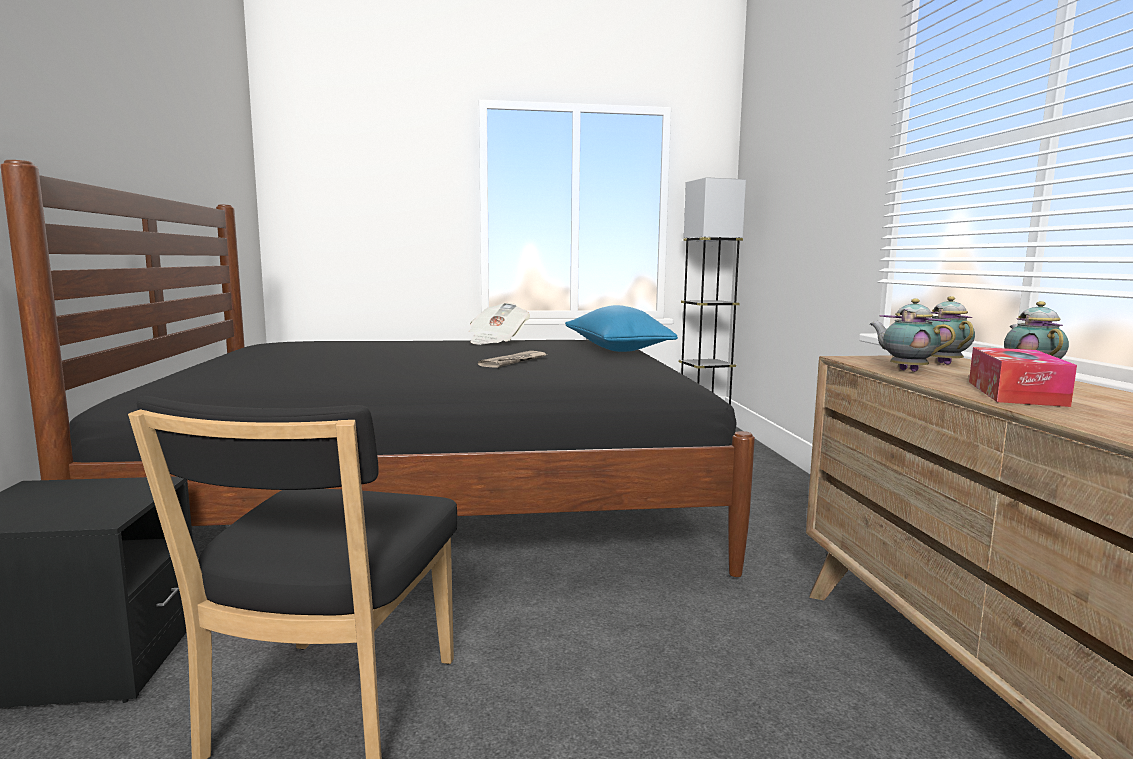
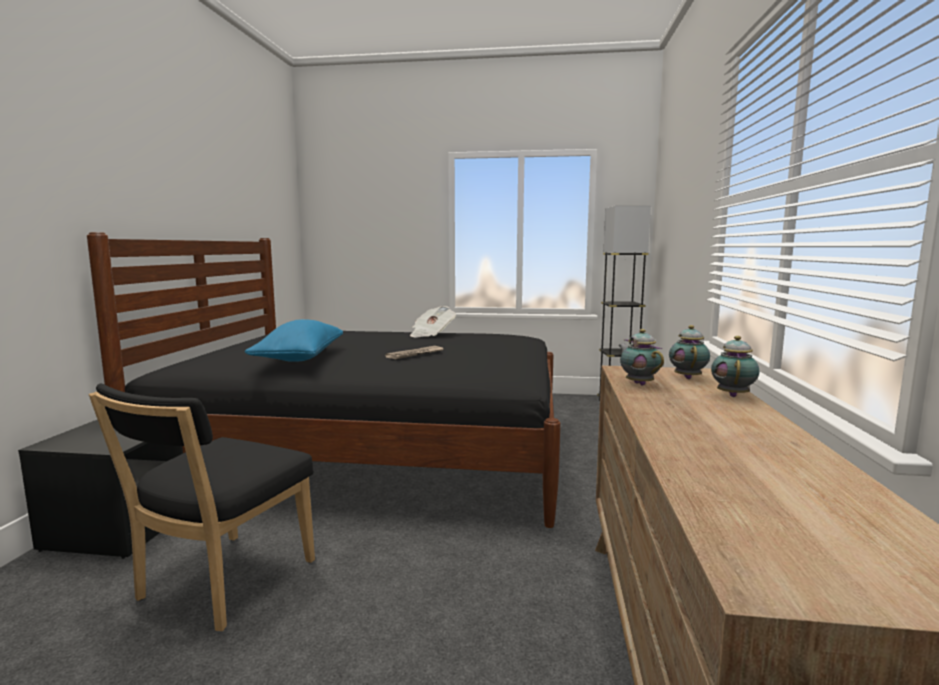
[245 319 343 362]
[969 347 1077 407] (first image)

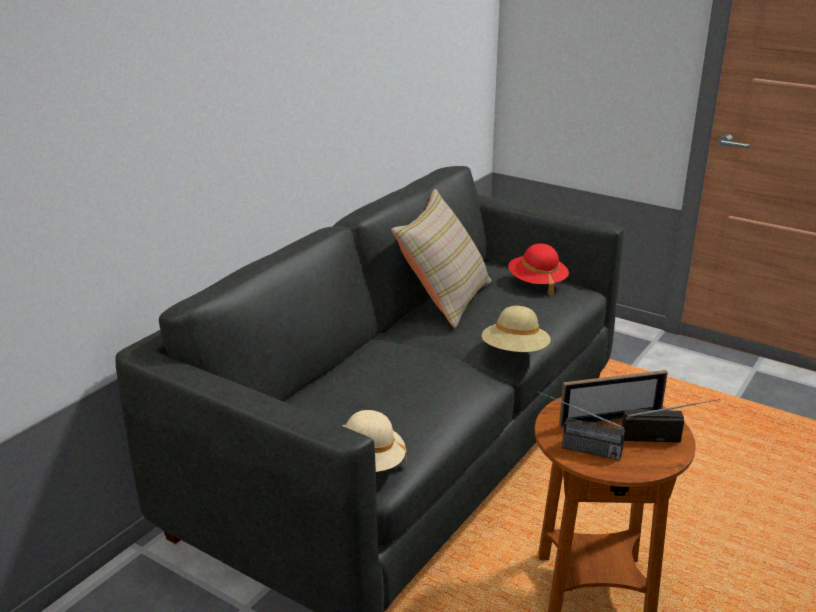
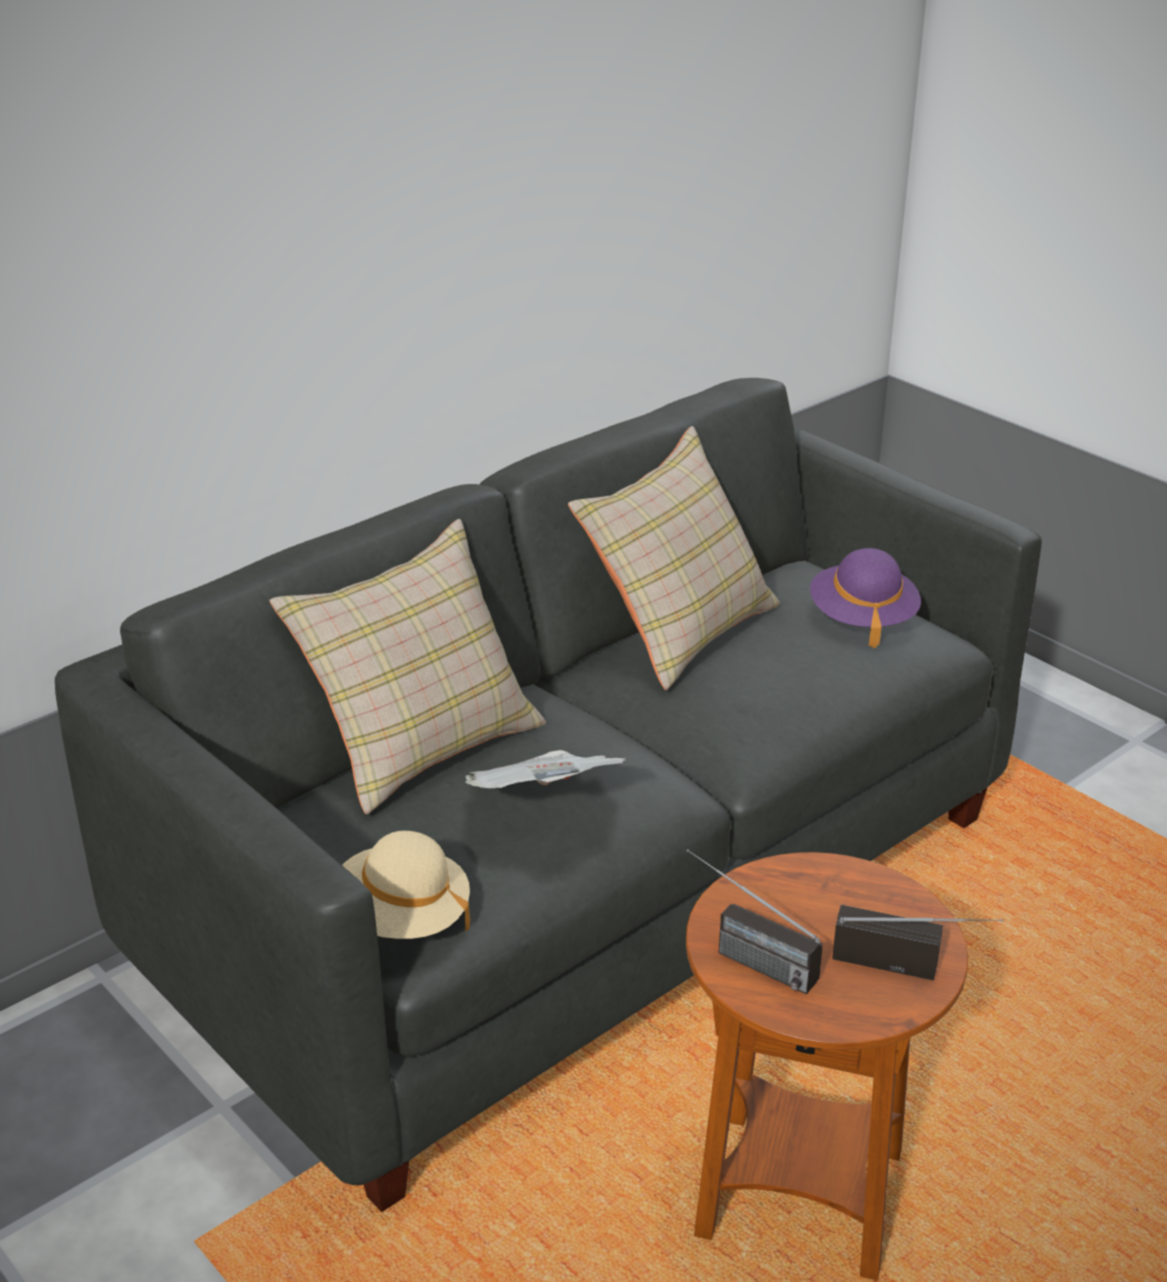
[810 548 921 648]
[482 306 551 352] (first image)
[559 370 668 428] (first image)
[270 519 546 815]
[465 750 626 788]

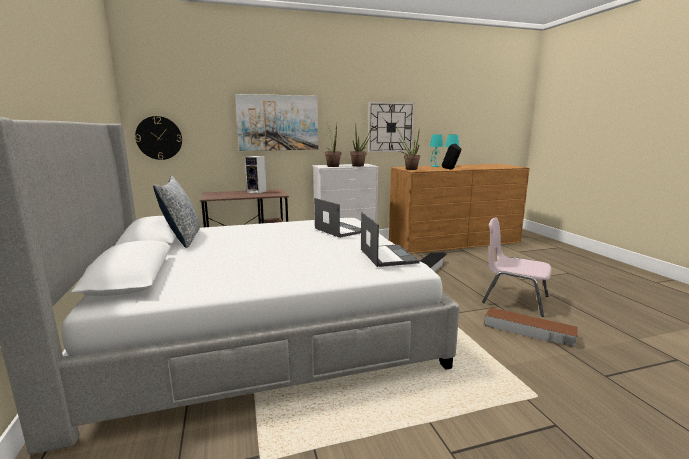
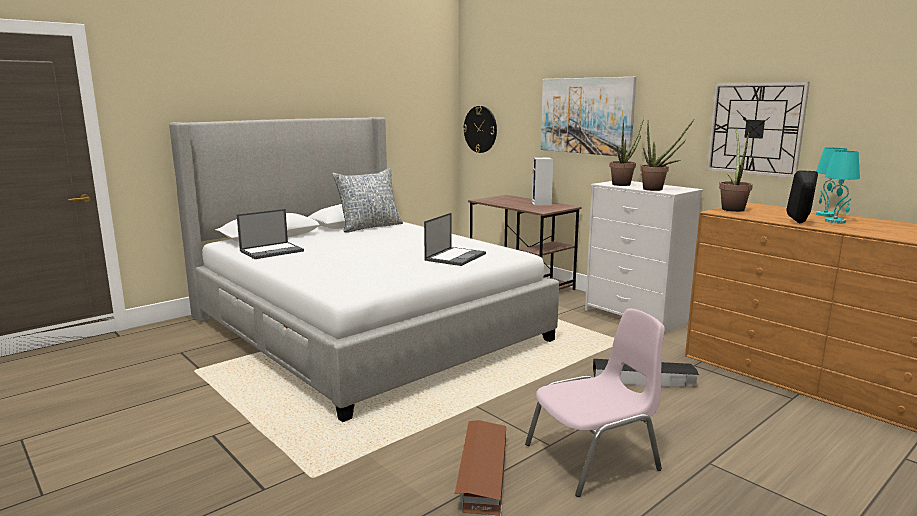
[236 209 304 259]
[525 309 665 497]

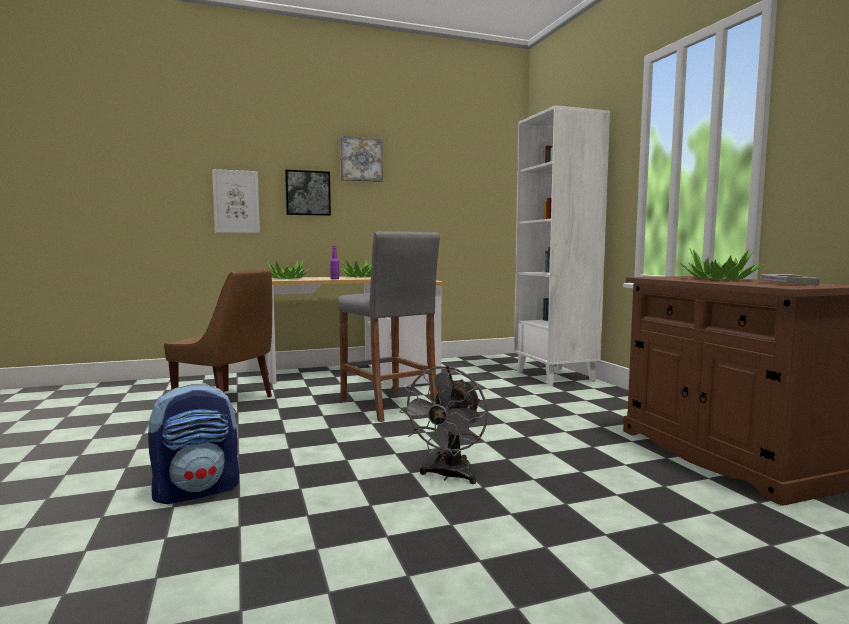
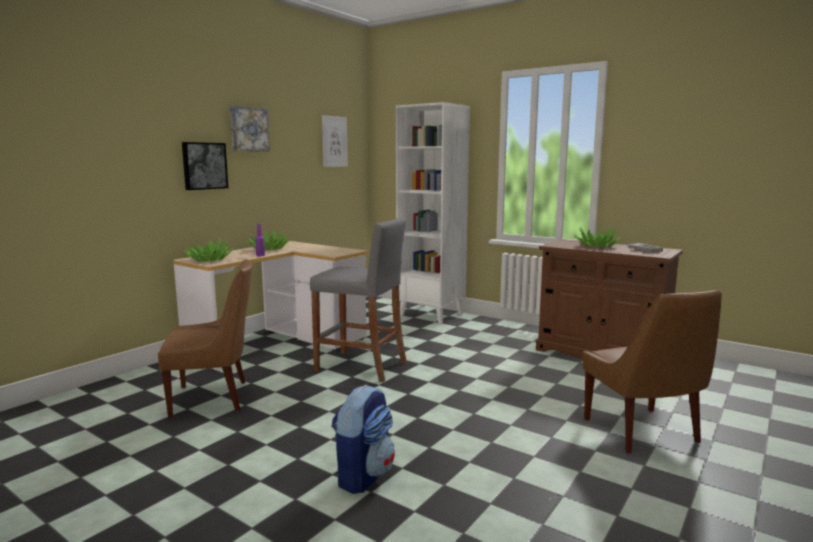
[322 115 348 167]
[399 366 488 484] (first image)
[583 290 722 454]

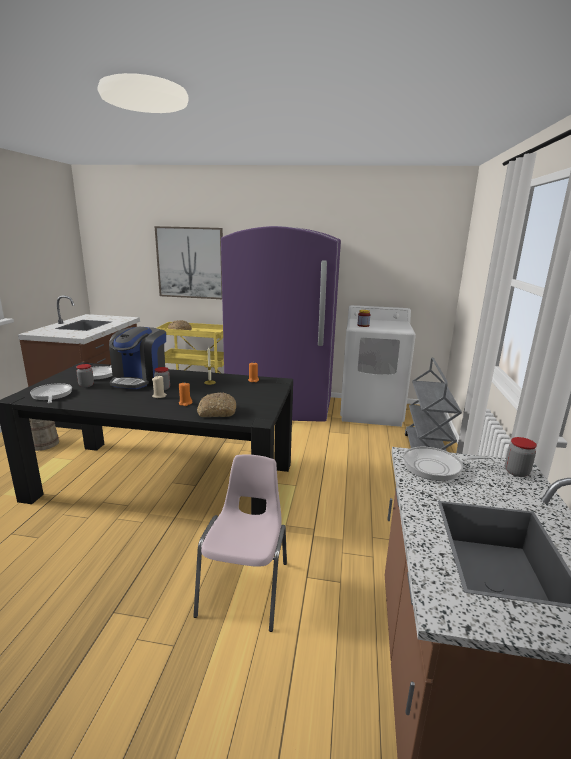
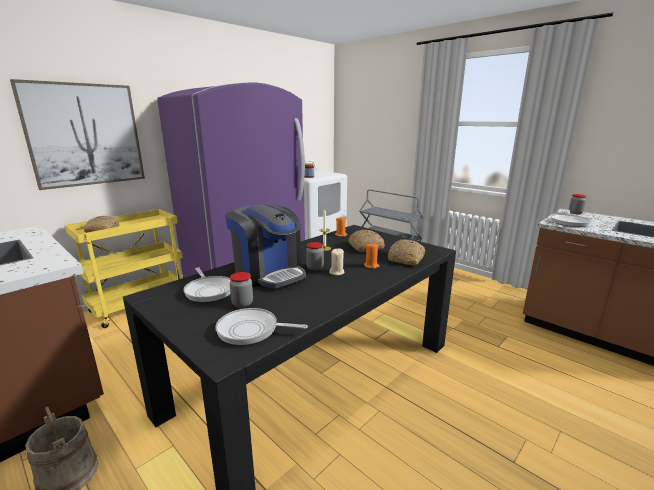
[193 454 287 632] (first image)
[348 229 385 252]

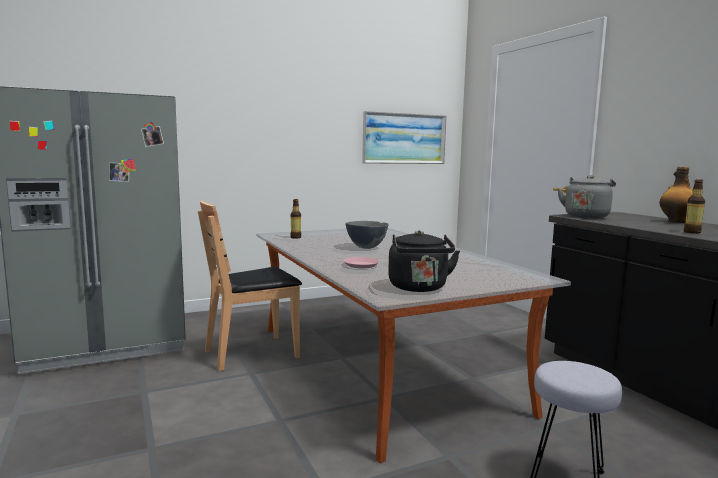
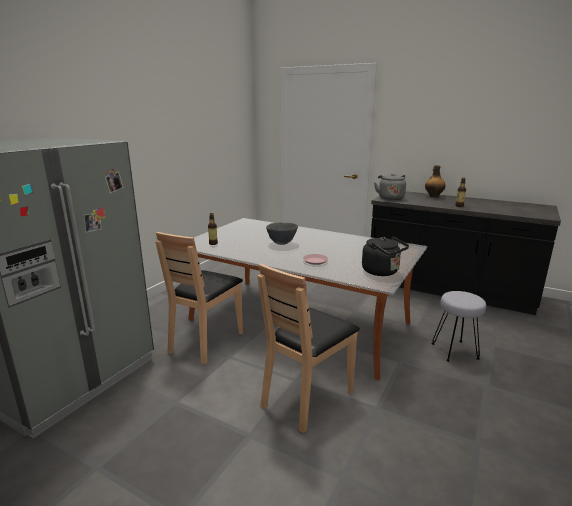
[362 111 446 164] (first image)
[257 264 360 433]

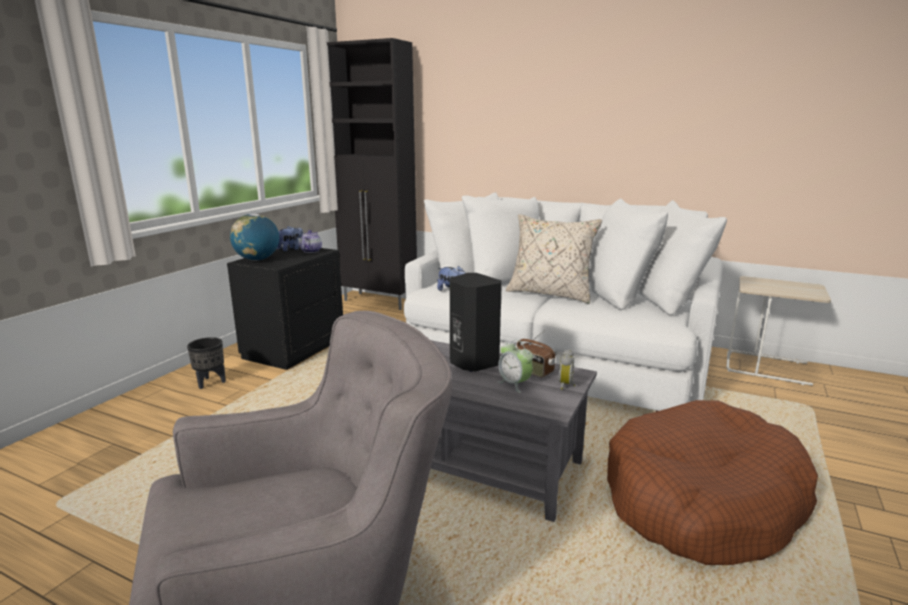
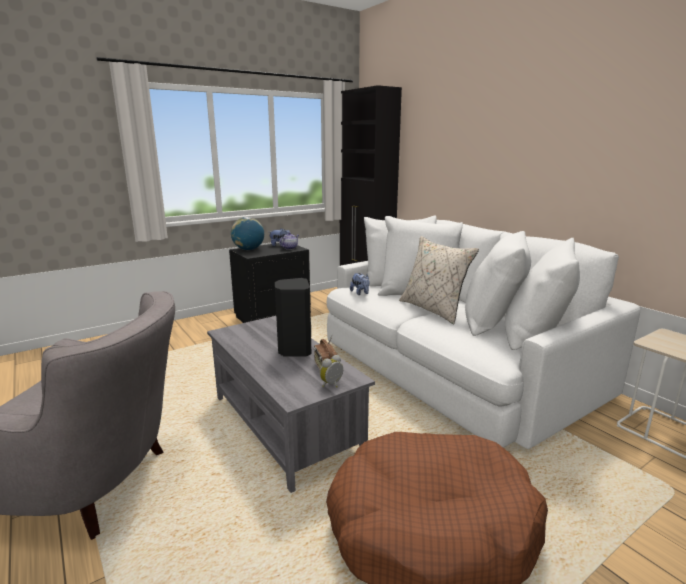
[187 337 226 389] (first image)
[497 340 533 393] (first image)

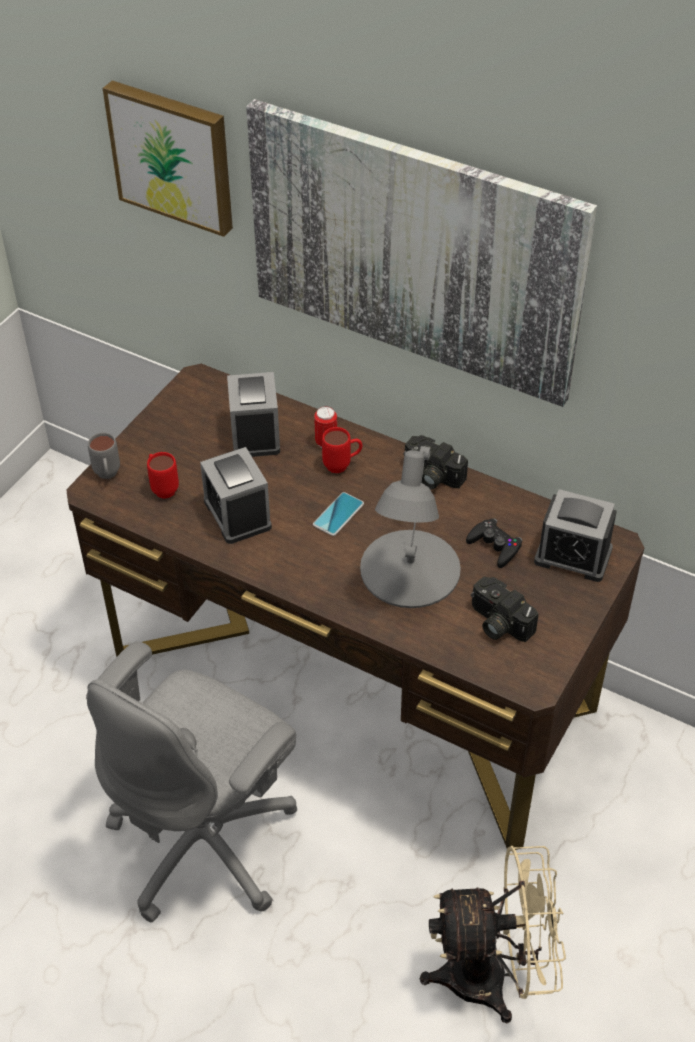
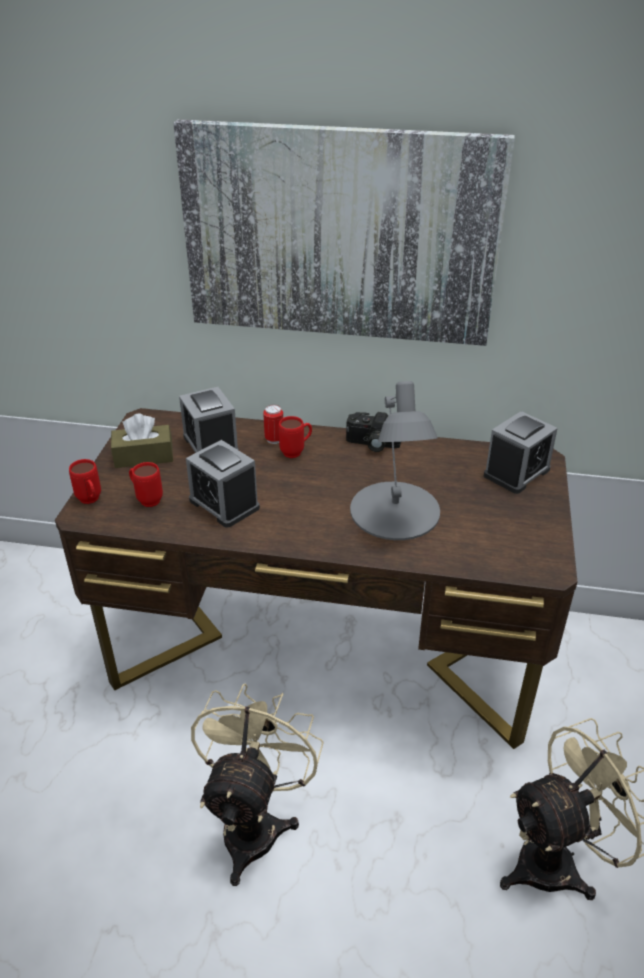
[103 80 233 237] (first image)
[69 459 101 504]
[484 411 558 494]
[313 492 364 536] (first image)
[466 518 522 568] (first image)
[471 576 538 642] (first image)
[191 684 324 886]
[111 413 173 468]

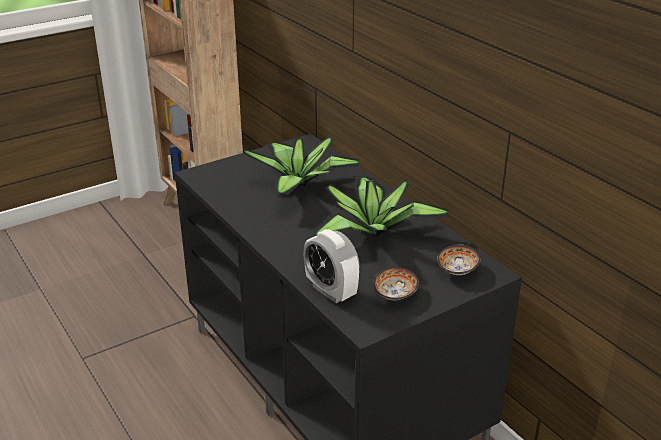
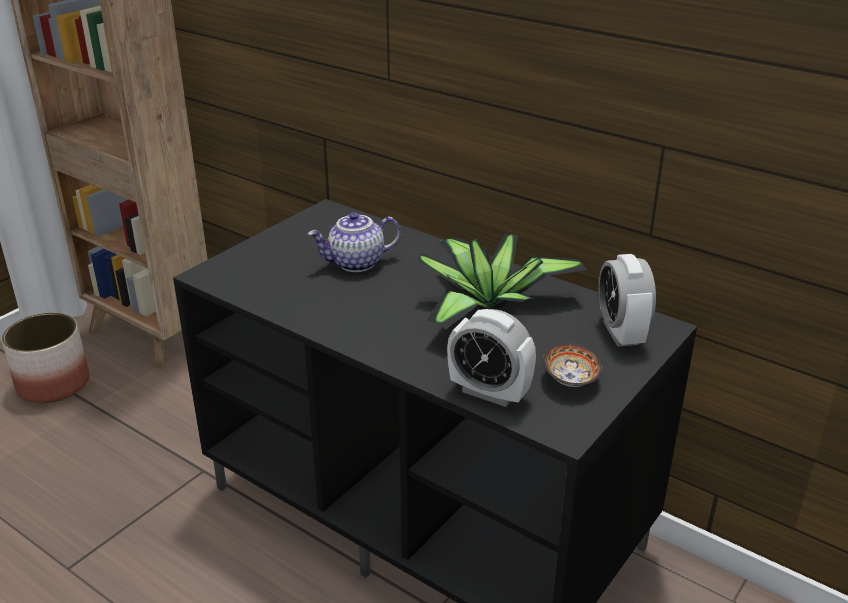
[308 212 401 272]
[598 254 656 347]
[2 313 89 403]

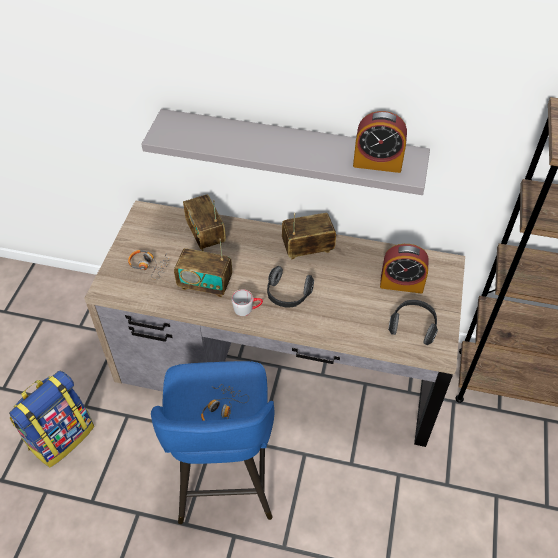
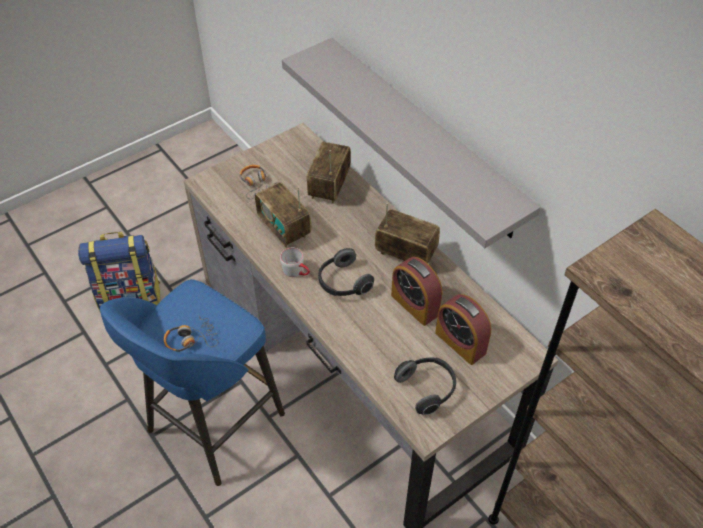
[391 257 442 326]

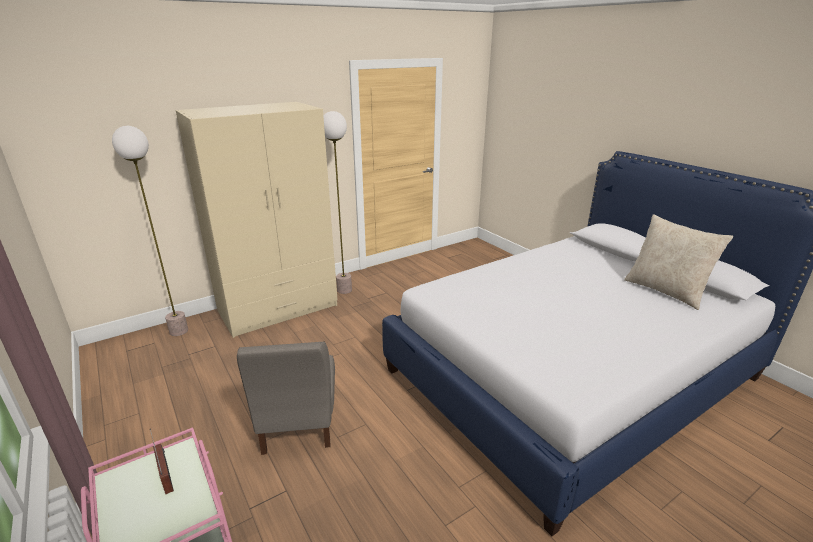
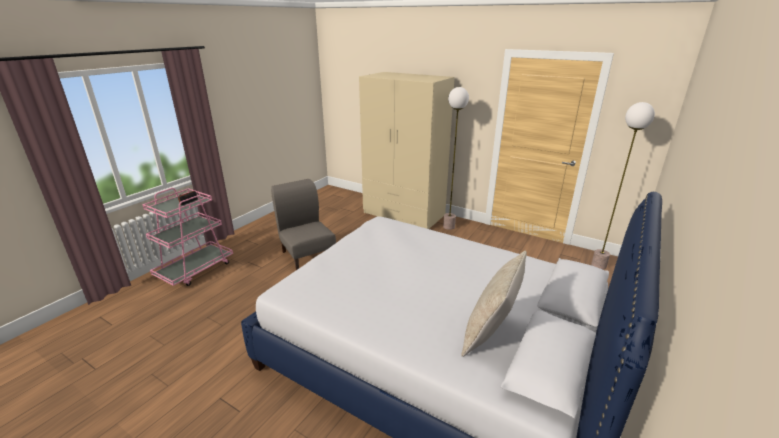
[591 102 655 269]
[271 179 336 270]

